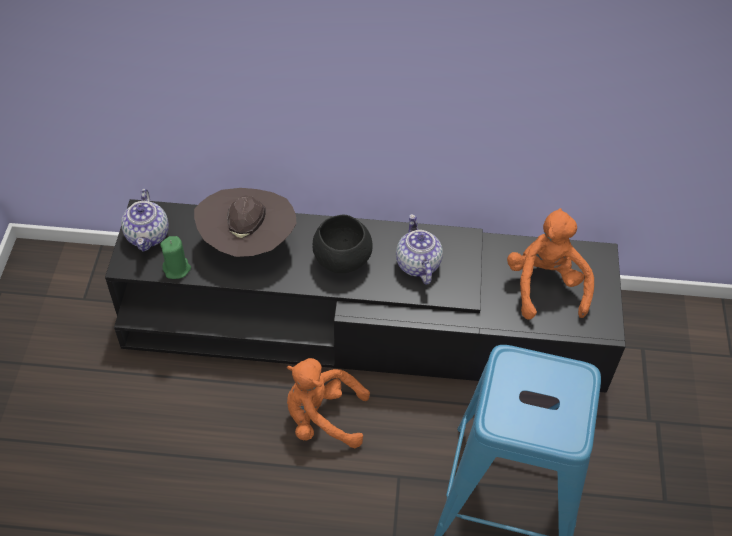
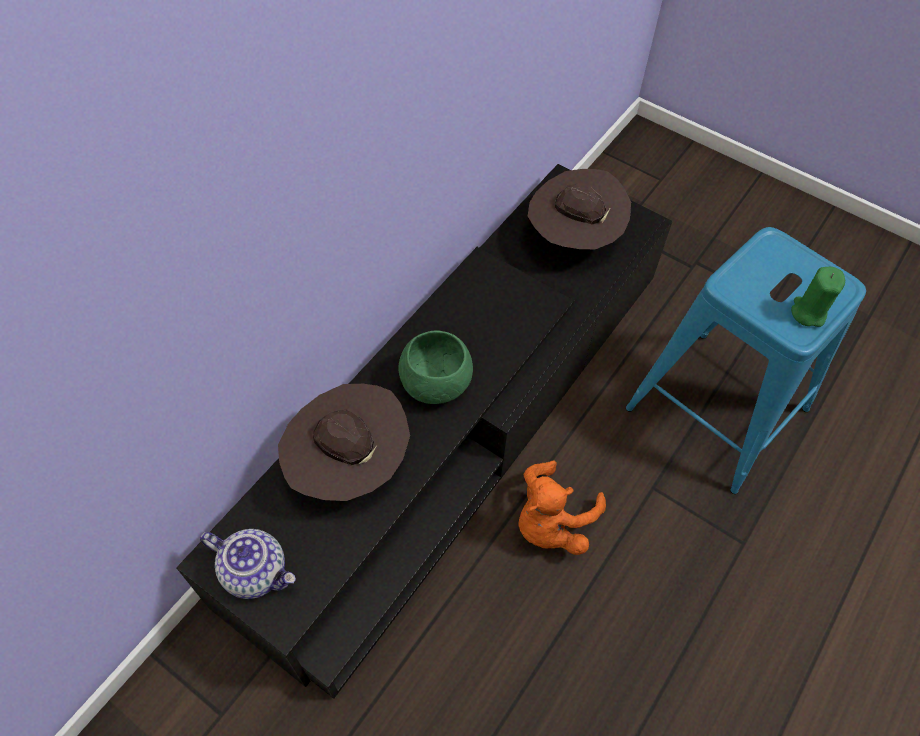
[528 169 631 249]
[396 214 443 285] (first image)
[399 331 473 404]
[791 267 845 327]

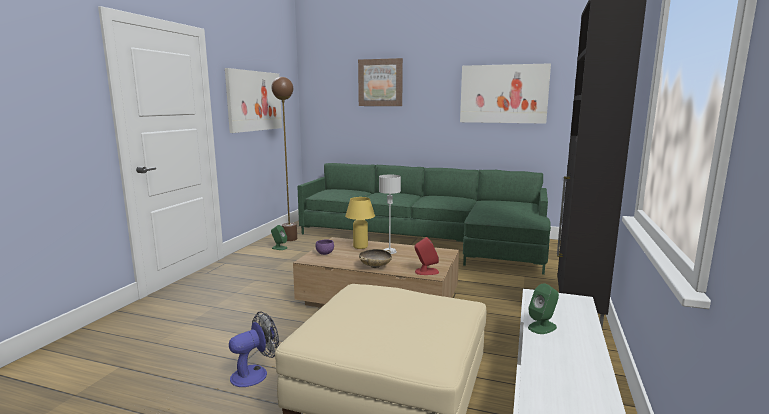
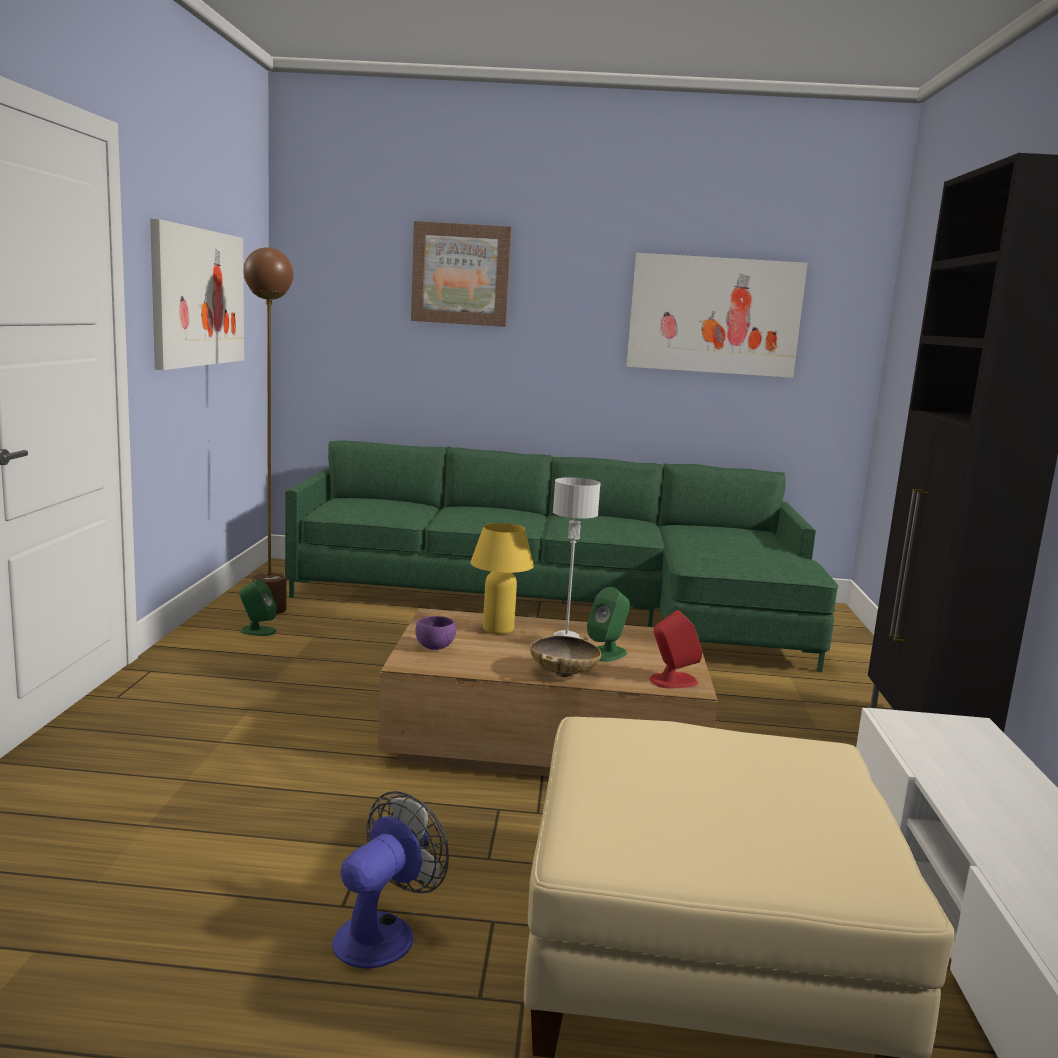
[587 587 630 662]

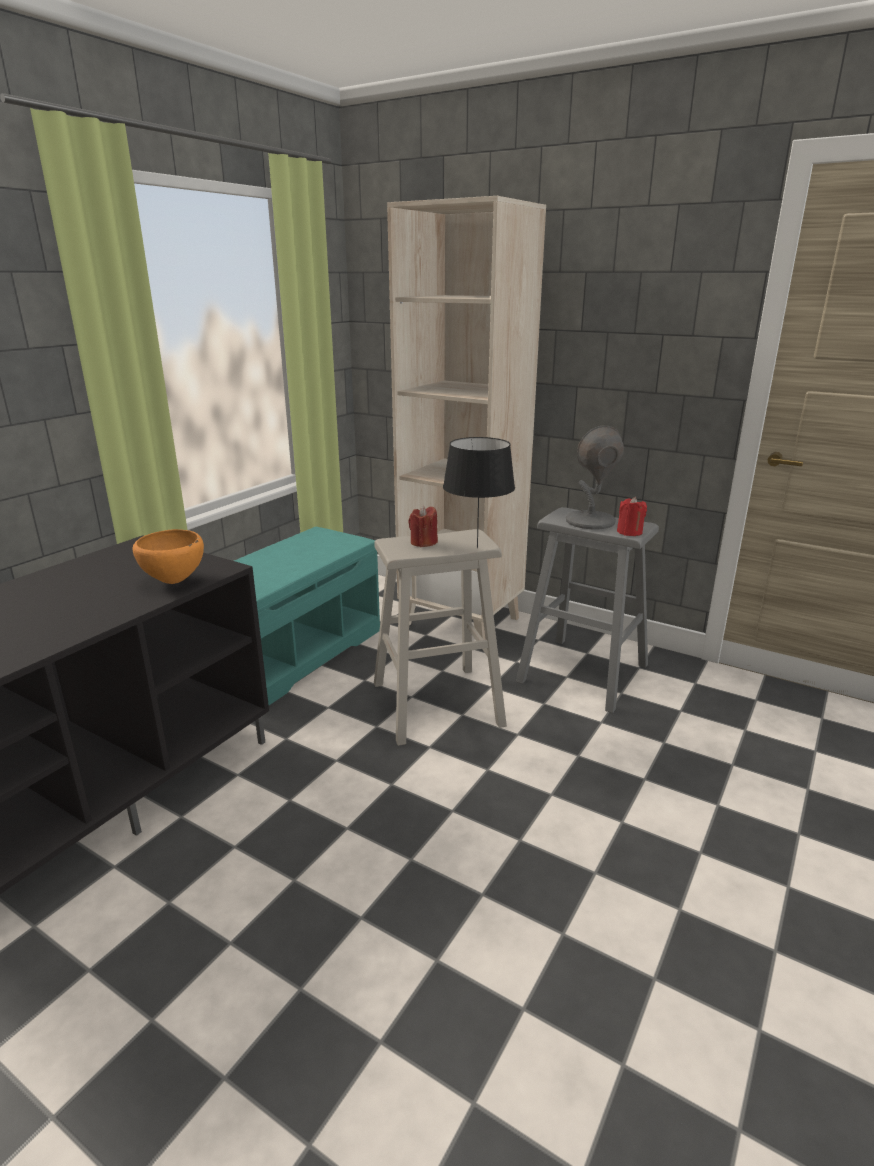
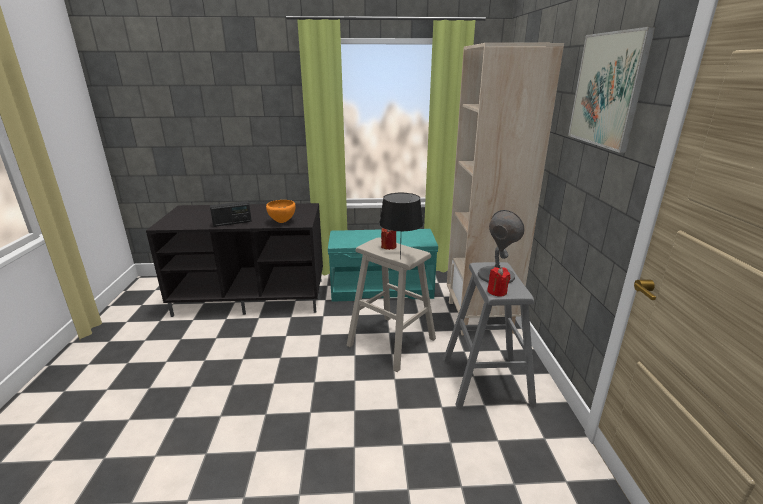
[568 27 655 153]
[210 201 252 227]

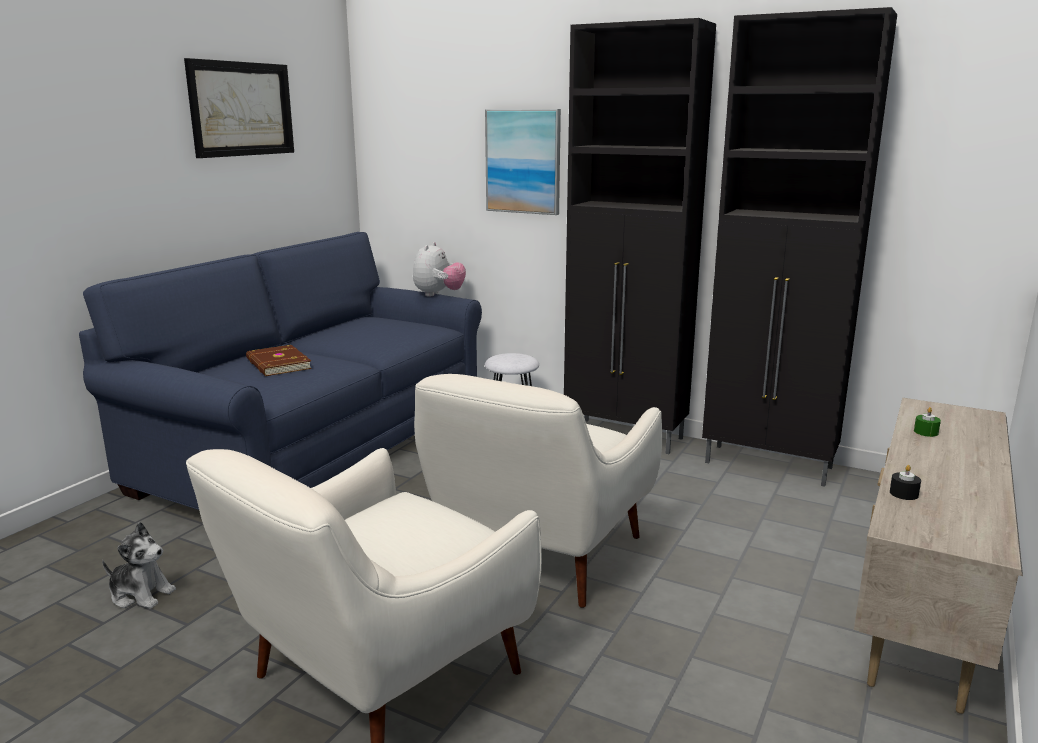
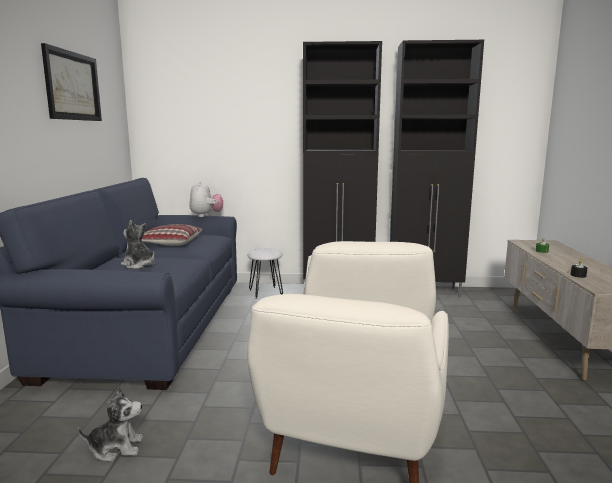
[485 109 561 215] (first image)
[121 220 155 269]
[141 224 203 246]

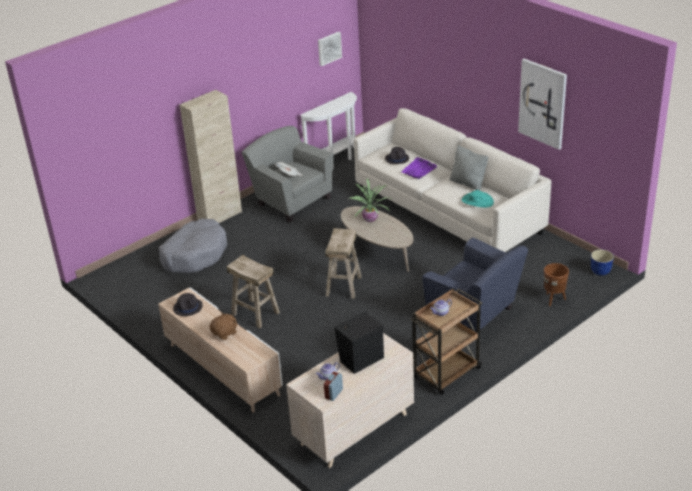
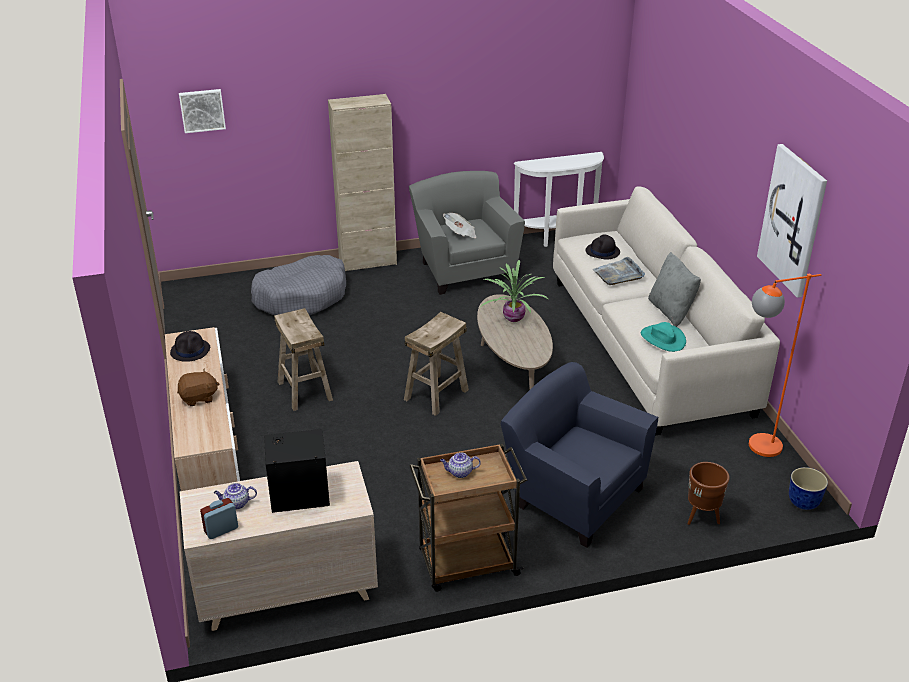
[179 89 226 133]
[593 257 645 285]
[501 362 658 548]
[749 274 822 457]

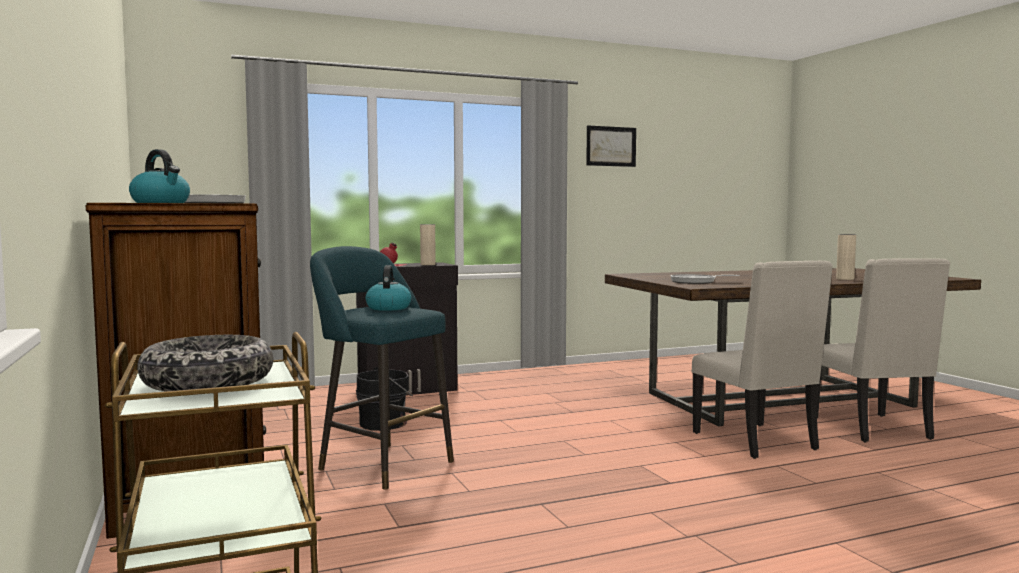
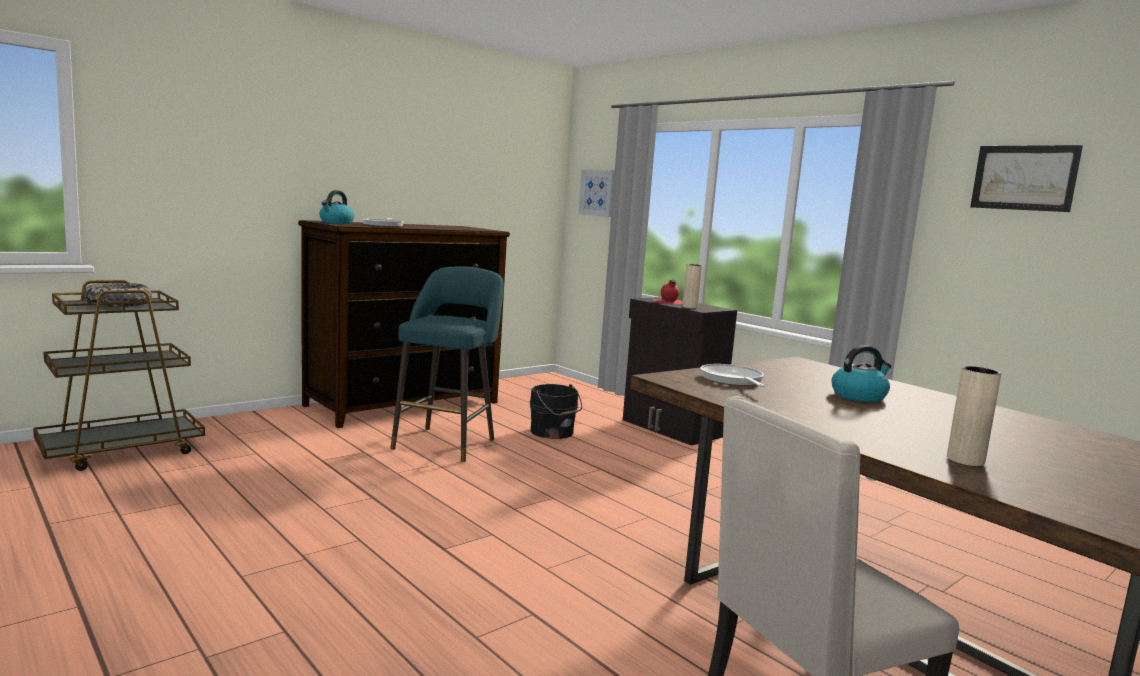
[692 261 833 459] (first image)
[831 345 891 402]
[578 170 615 217]

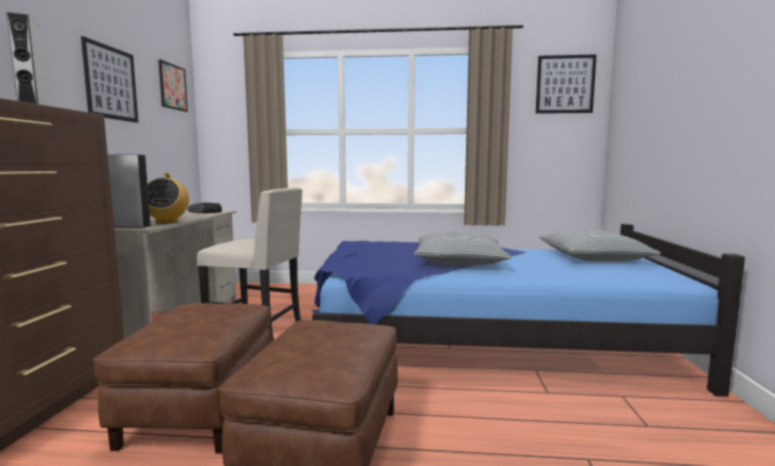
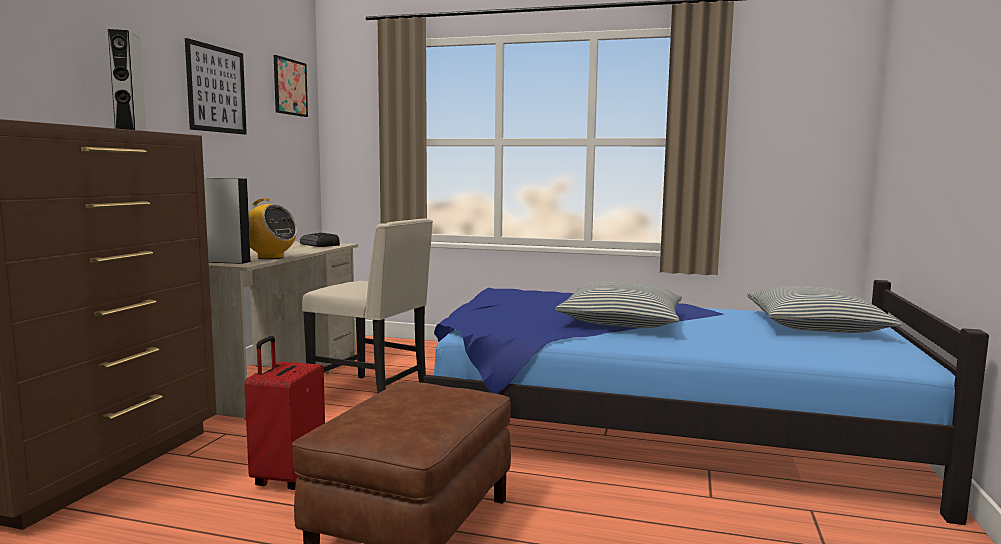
[536 54 597 114] (first image)
[249 198 297 259]
[244 336 325 490]

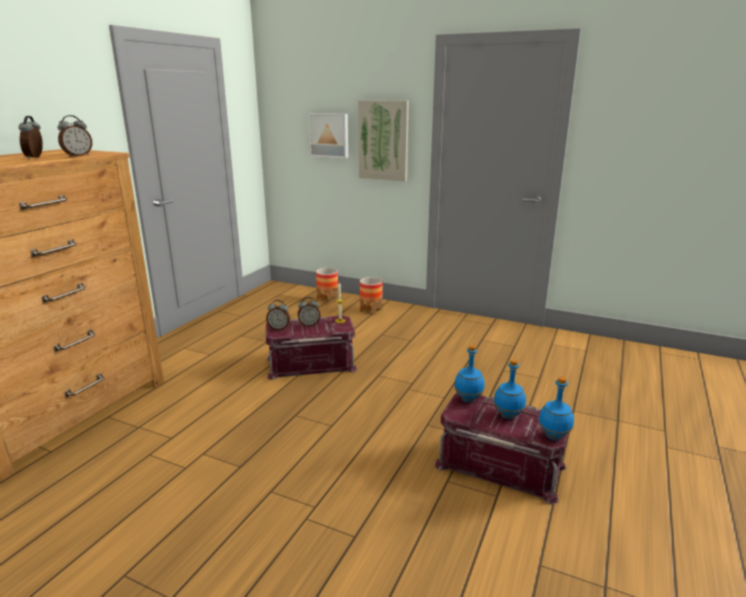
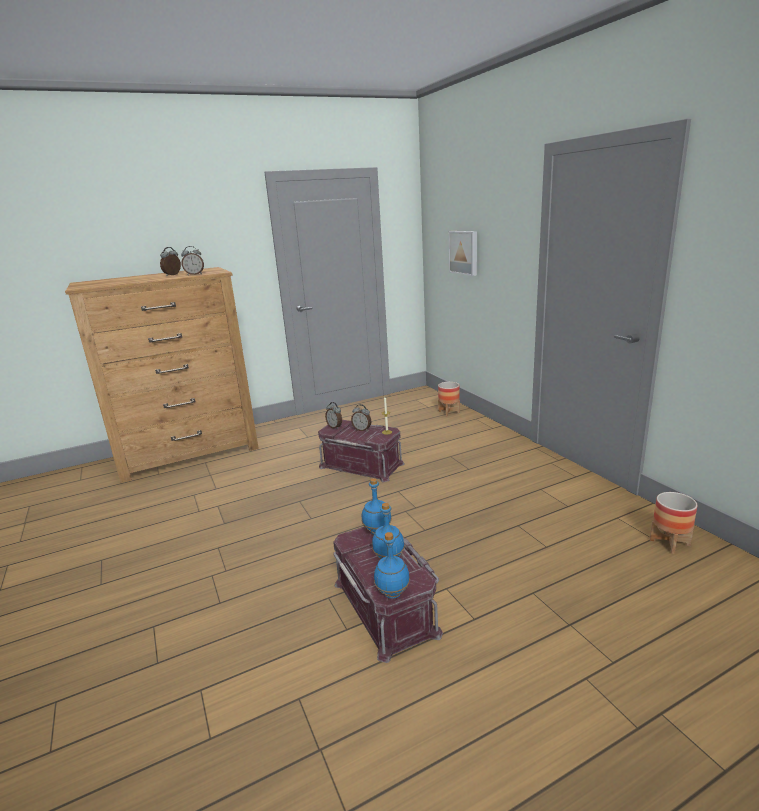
[358 100 409 181] (first image)
[650 492 698 554]

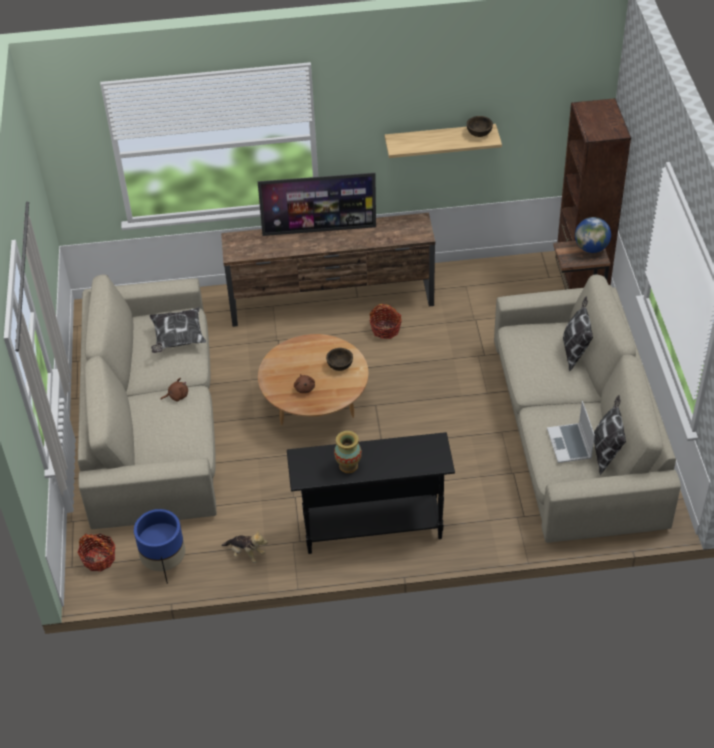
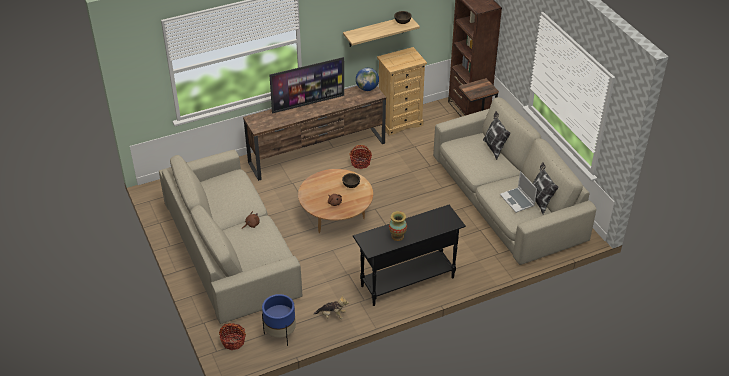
[356 68 379 91]
[149 307 206 353] (first image)
[377 47 427 135]

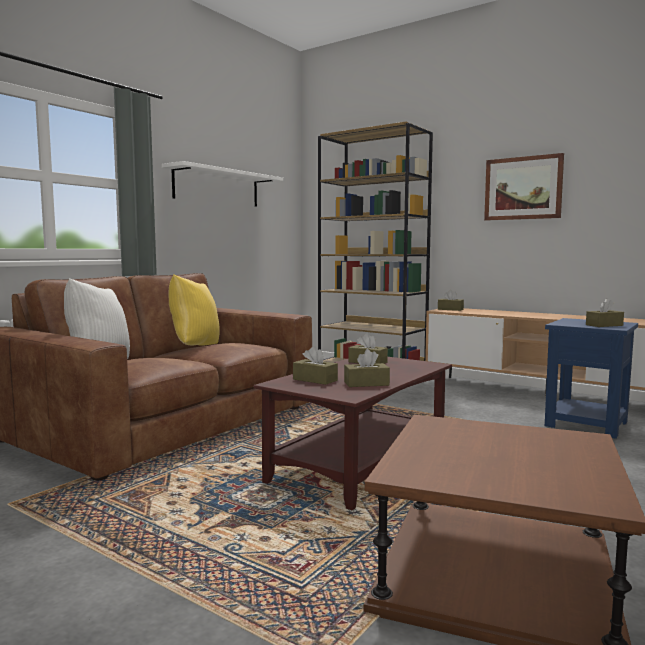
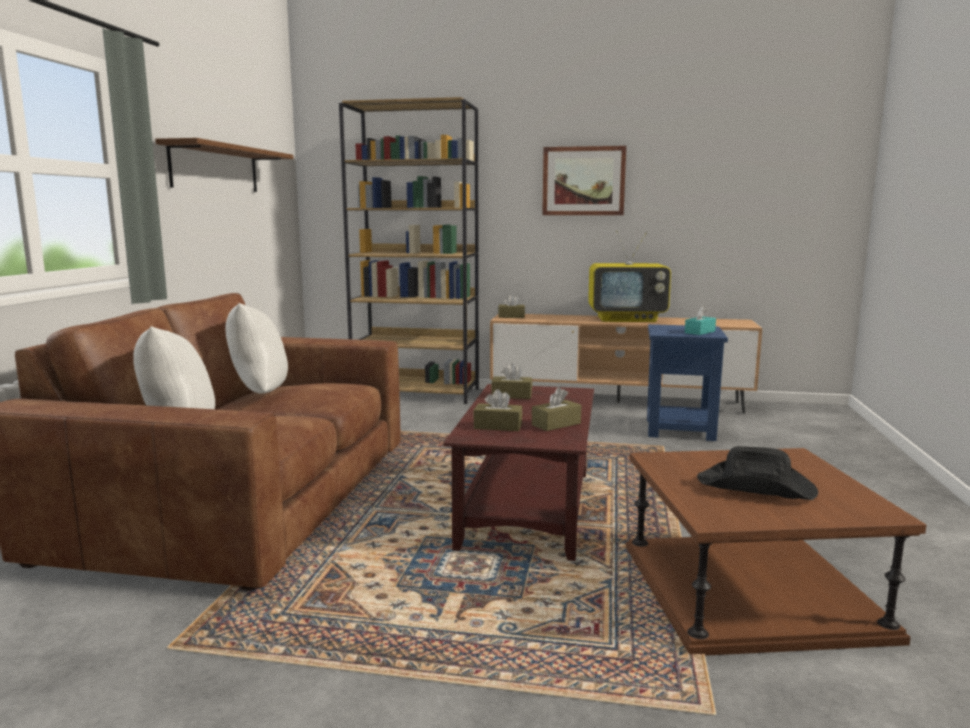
[155 138 294 192]
[226 303 288 394]
[685 306 716 335]
[588 231 671 322]
[697 446 818 500]

